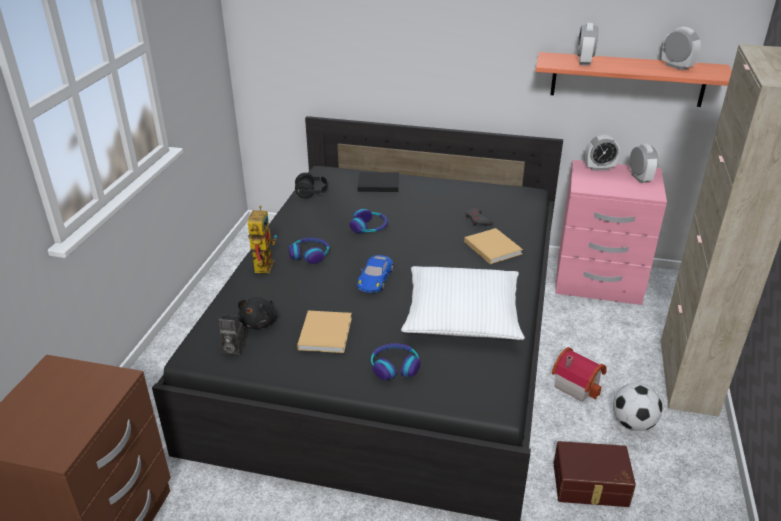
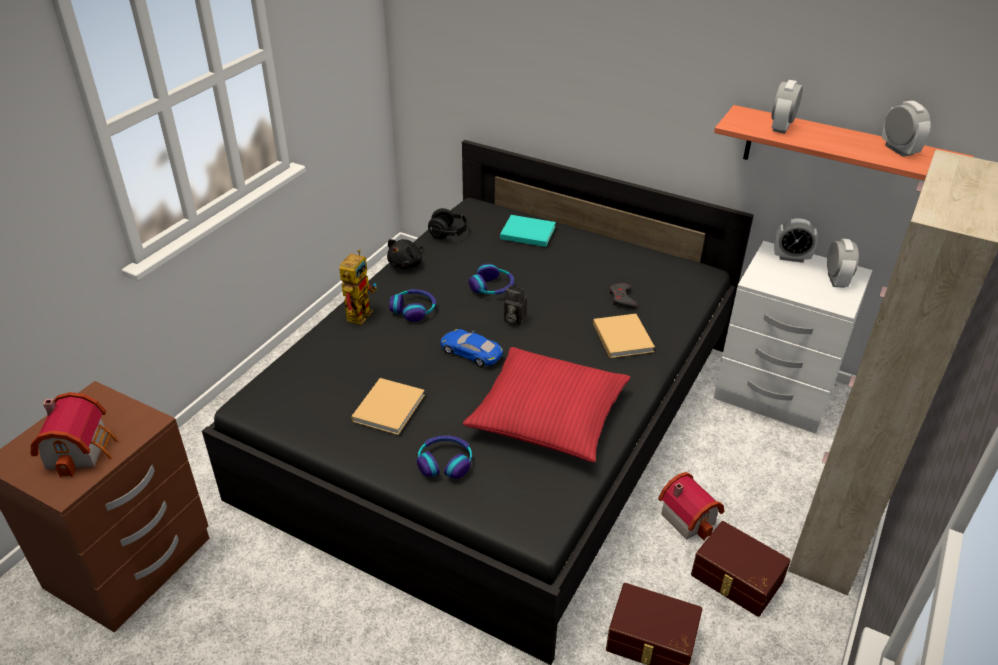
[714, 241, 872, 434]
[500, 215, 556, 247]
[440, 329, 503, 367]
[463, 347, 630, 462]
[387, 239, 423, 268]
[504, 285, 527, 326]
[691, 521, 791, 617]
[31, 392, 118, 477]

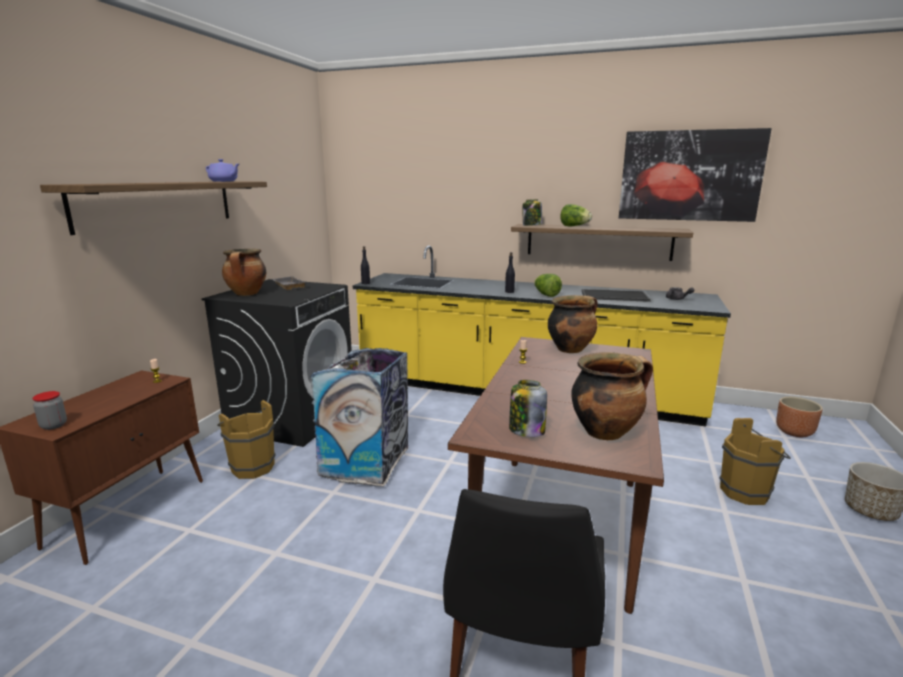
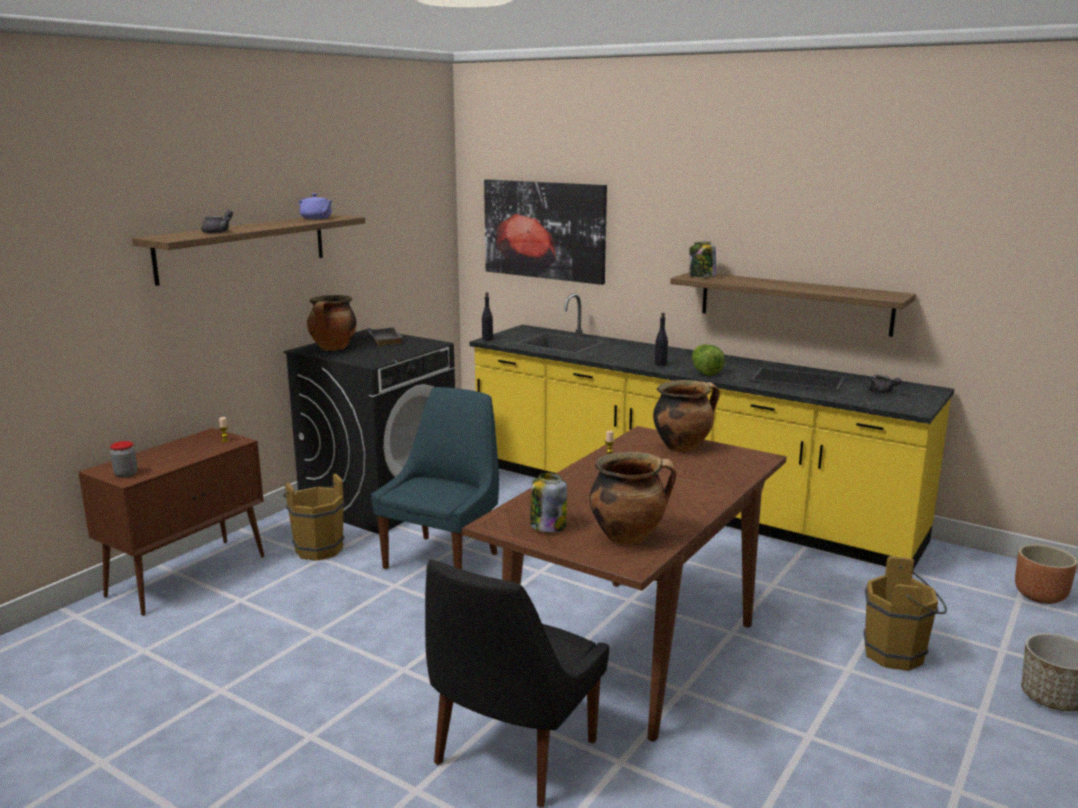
[484, 179, 607, 285]
[561, 204, 592, 227] (first image)
[371, 387, 499, 569]
[201, 210, 233, 233]

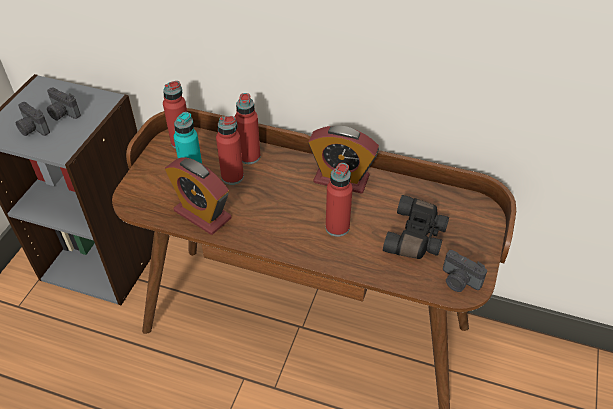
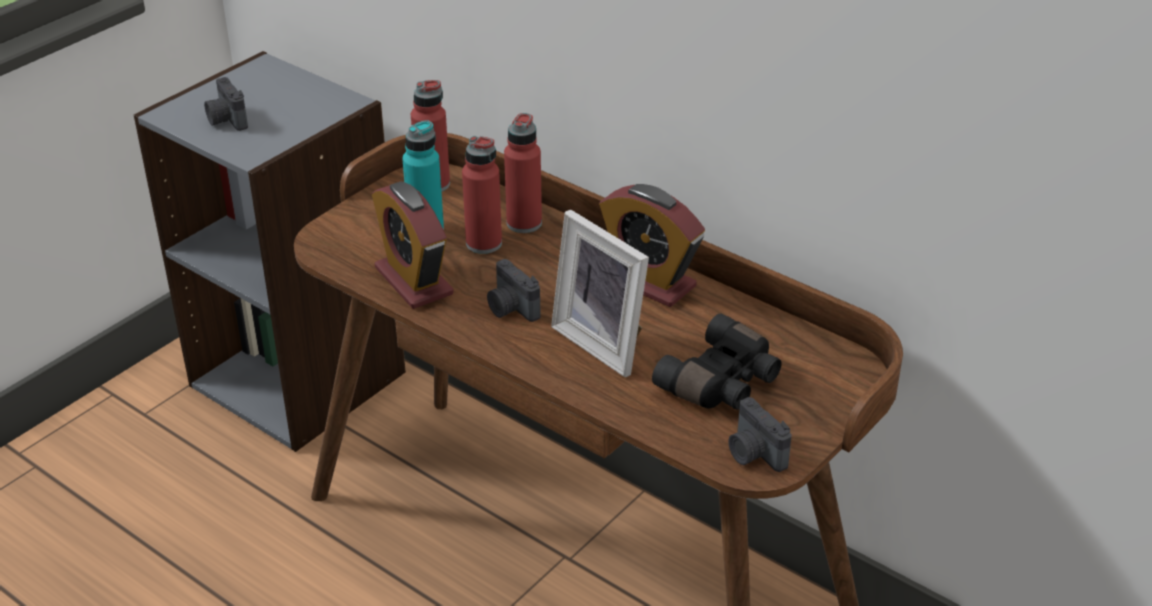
[487, 259, 541, 322]
[551, 210, 649, 377]

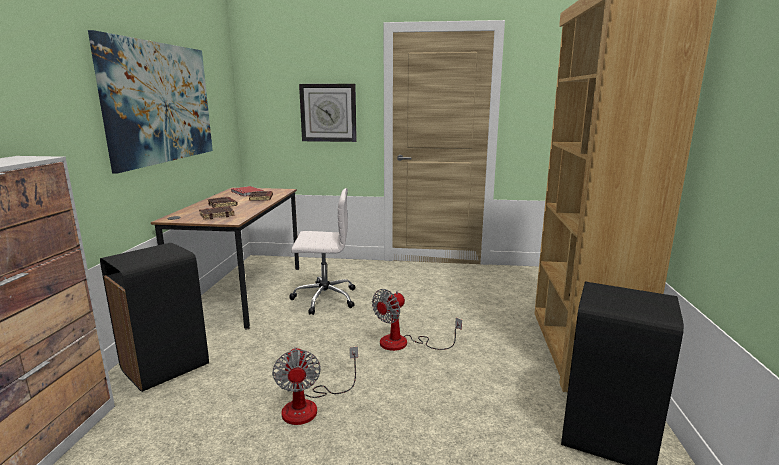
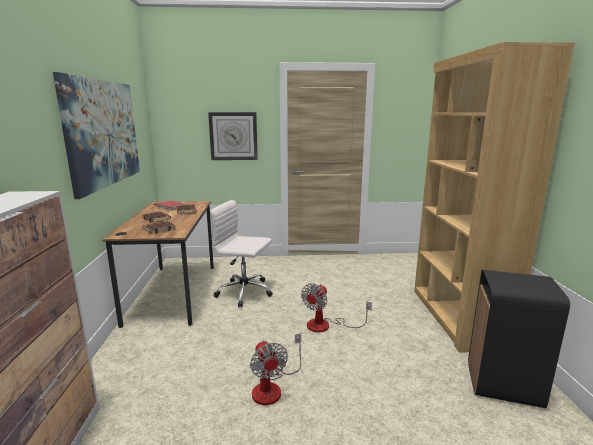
[210, 200, 273, 307]
[100, 243, 209, 392] (first image)

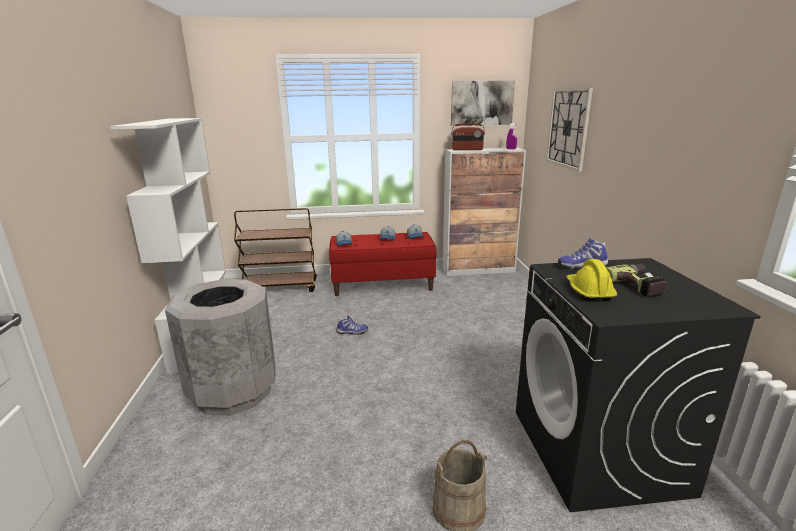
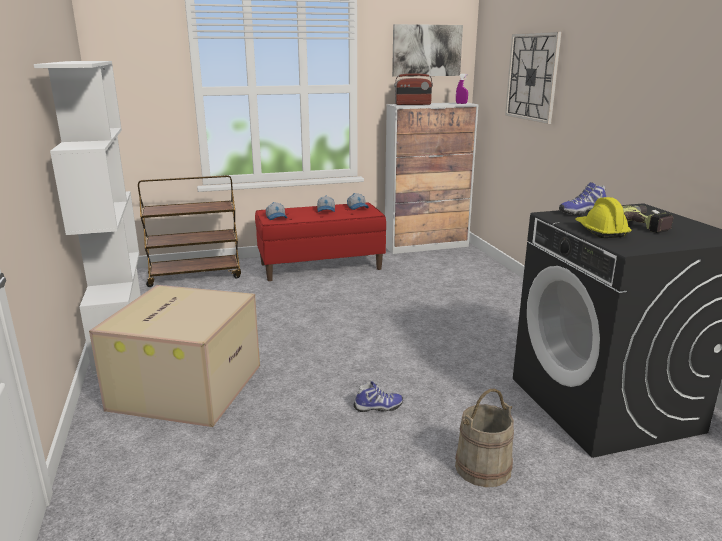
[89, 285, 260, 427]
[354, 381, 403, 412]

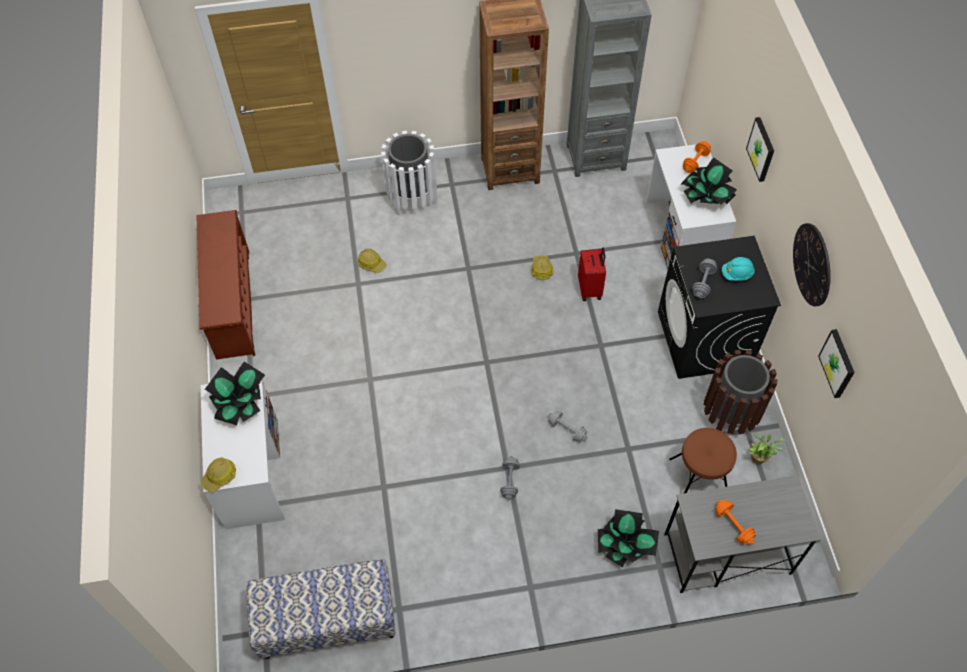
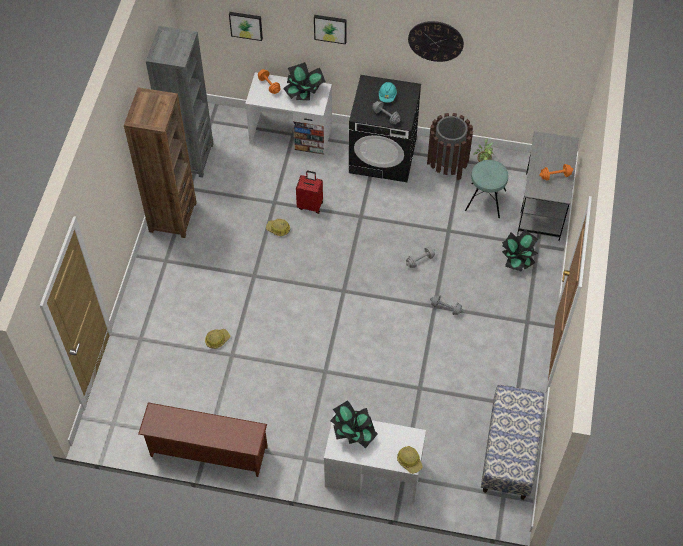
[381, 131, 437, 216] (first image)
[229, 12, 263, 41]
[465, 160, 508, 218]

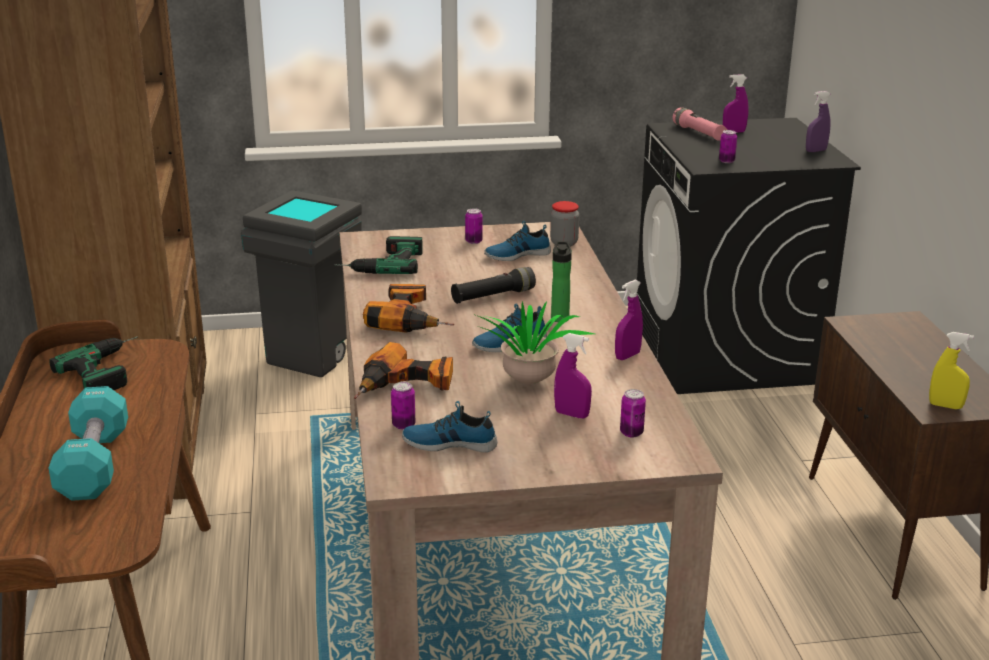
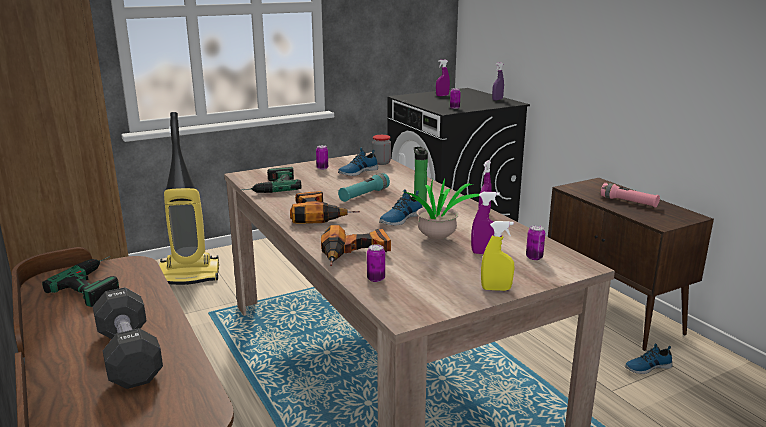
[601, 183, 660, 208]
[159, 112, 219, 285]
[338, 173, 390, 202]
[481, 221, 515, 291]
[93, 287, 163, 389]
[625, 343, 672, 374]

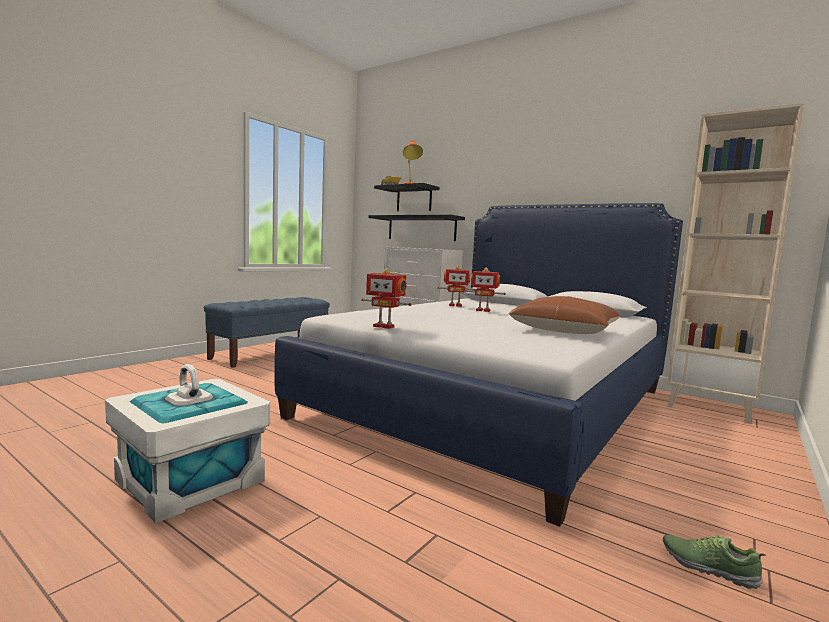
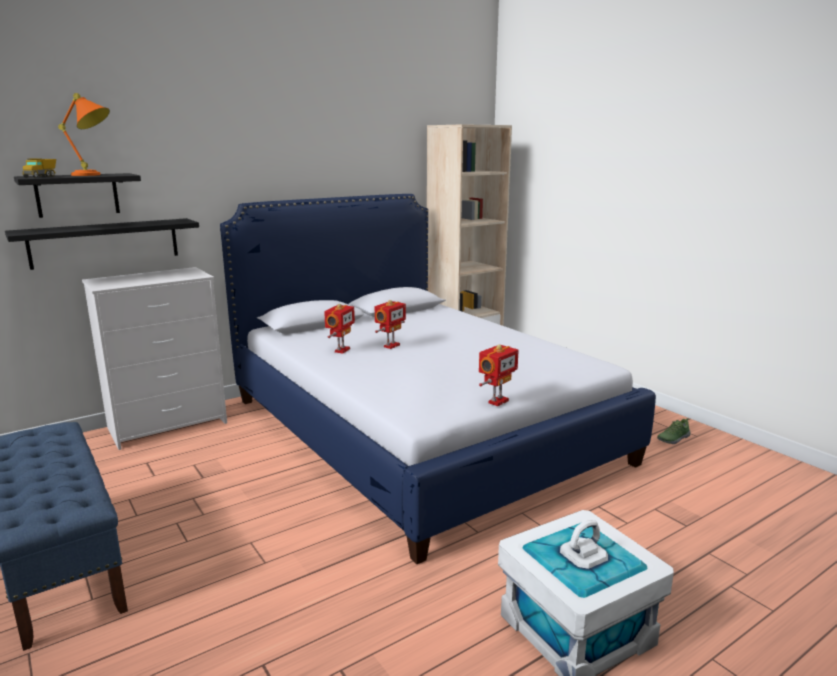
[509, 296, 620, 334] (first image)

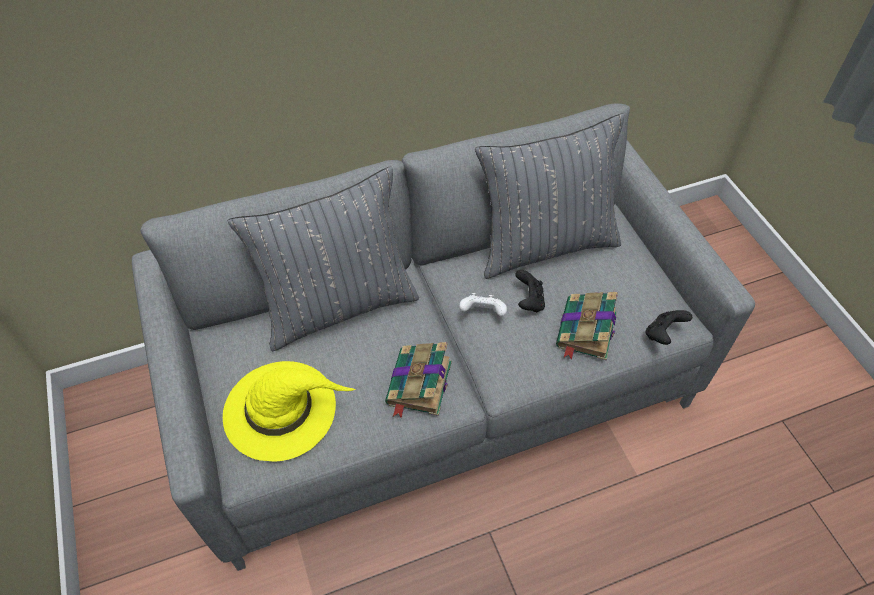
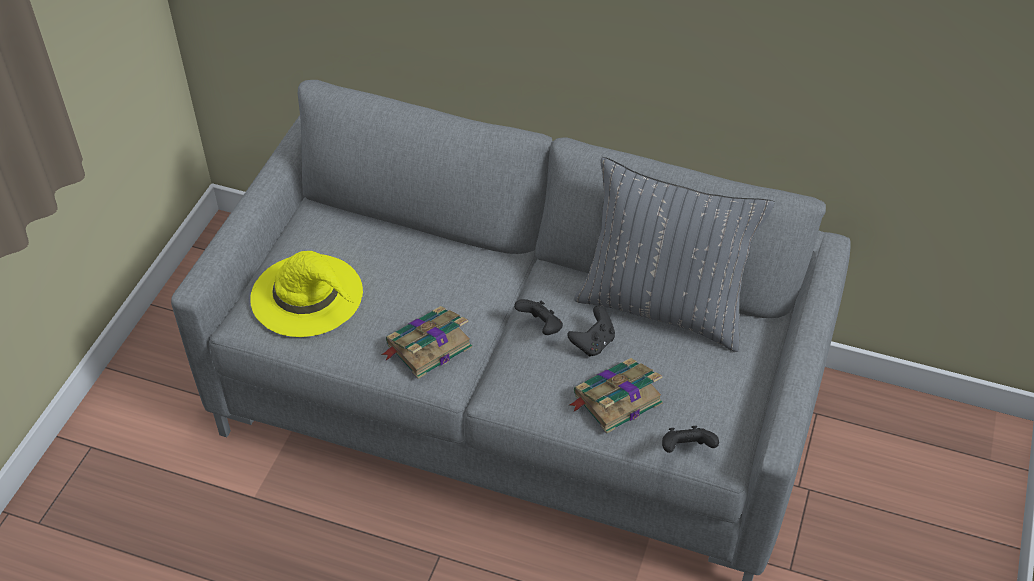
[228, 166, 419, 351] (first image)
[514, 299, 563, 335]

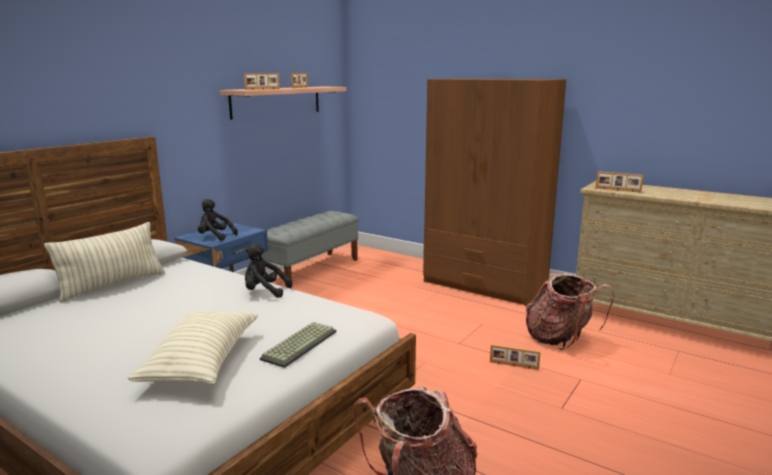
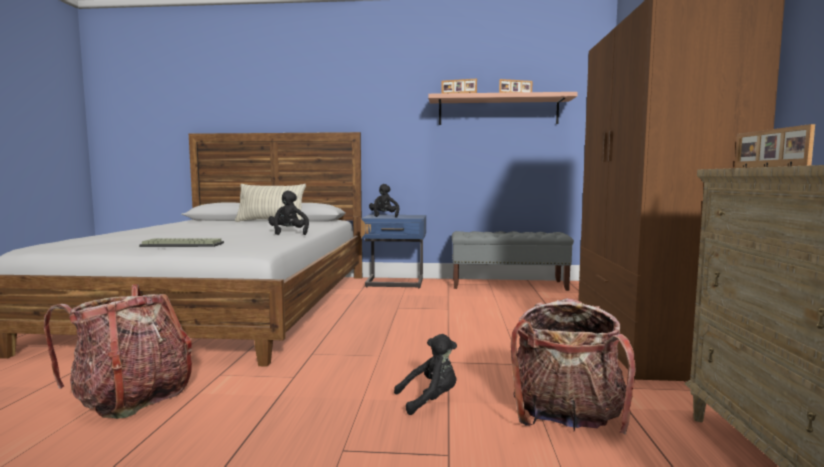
[128, 311, 258, 385] (first image)
[394, 334, 457, 415]

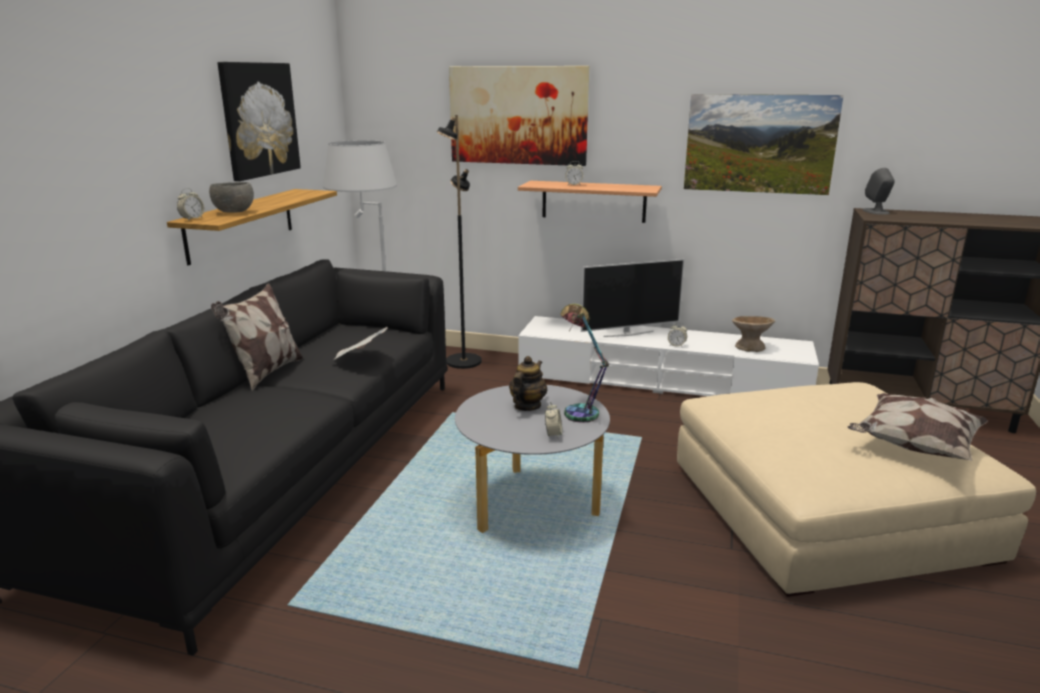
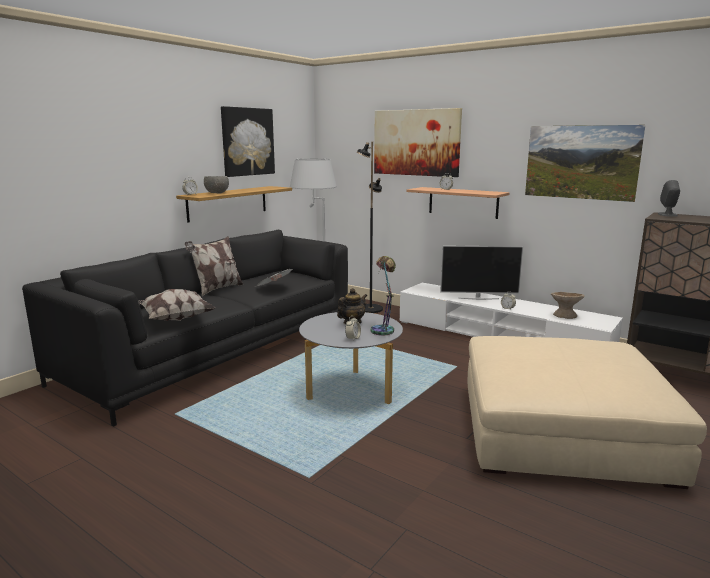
[138, 289, 215, 321]

